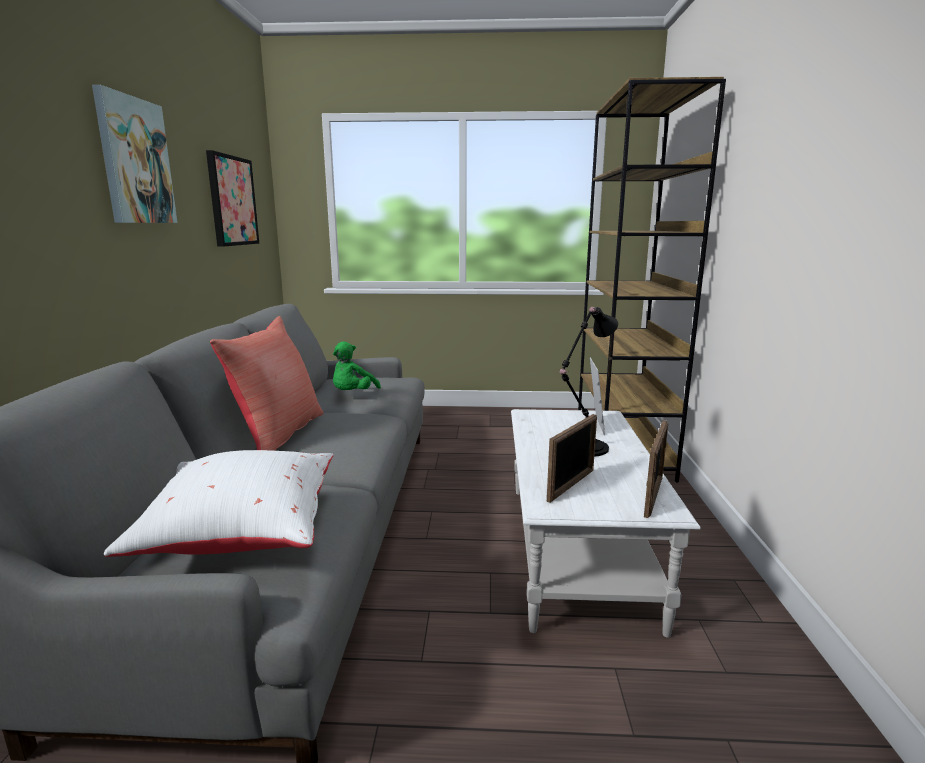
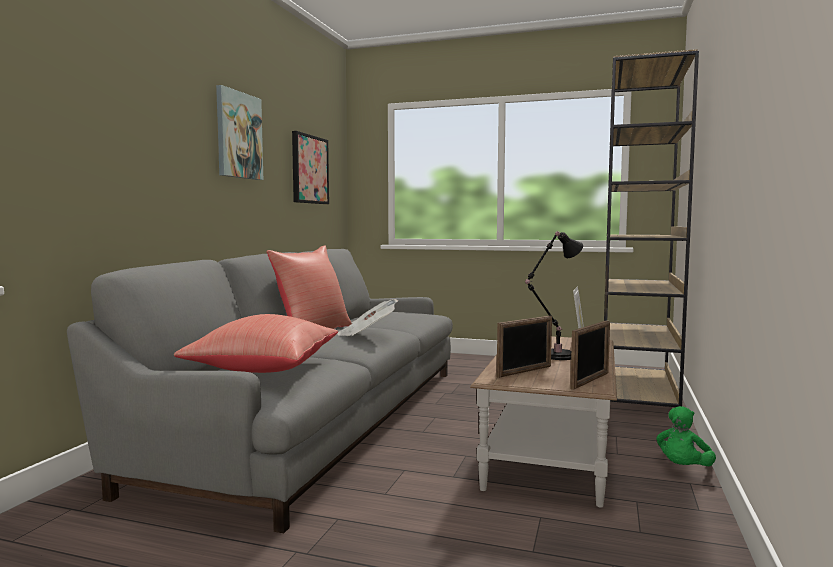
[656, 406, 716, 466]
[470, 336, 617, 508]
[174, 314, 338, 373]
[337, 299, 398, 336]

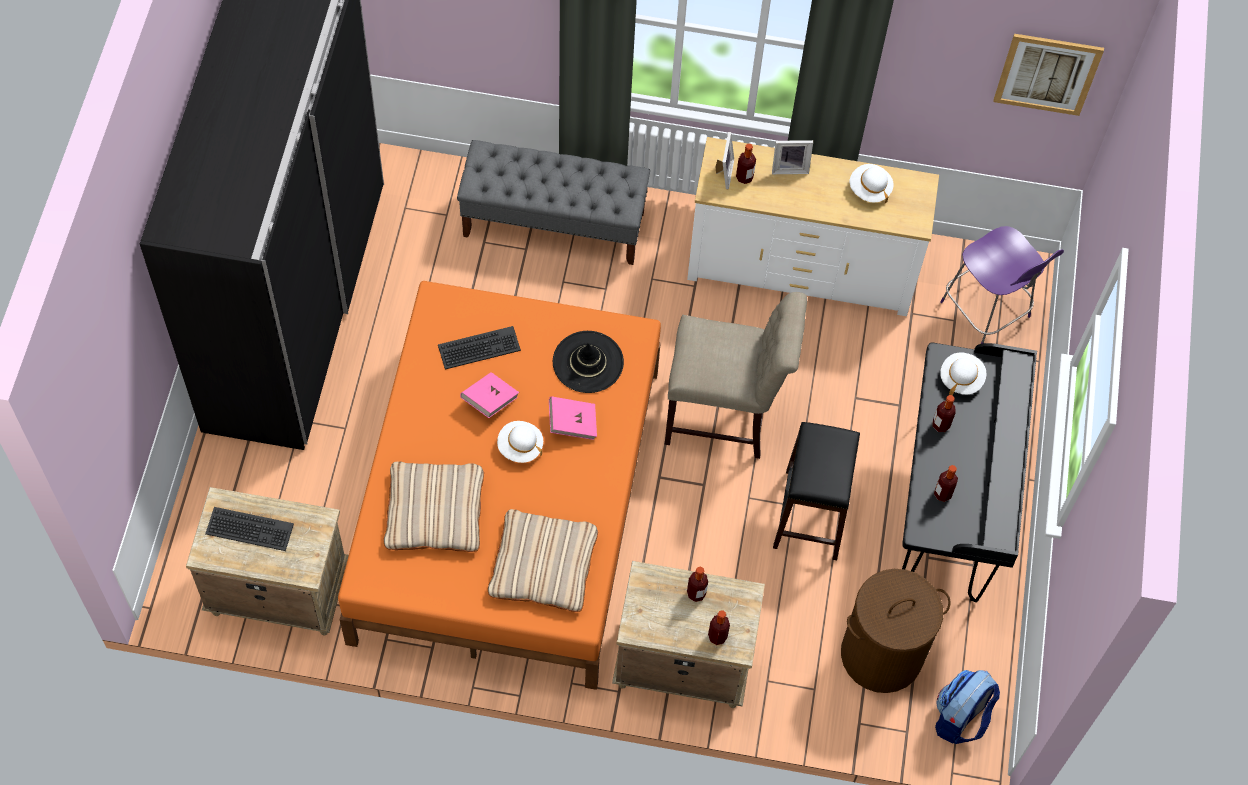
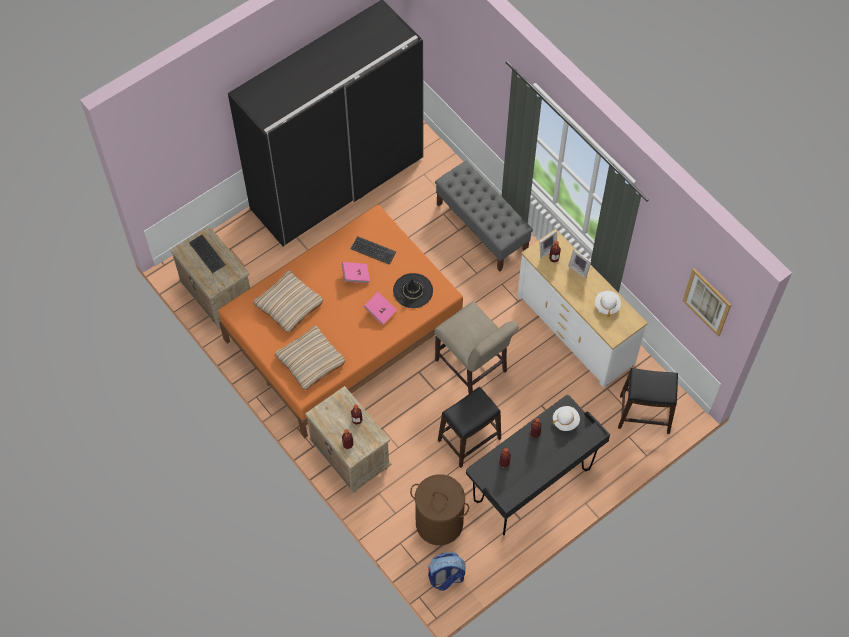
[618, 368, 678, 434]
[497, 421, 543, 463] (first image)

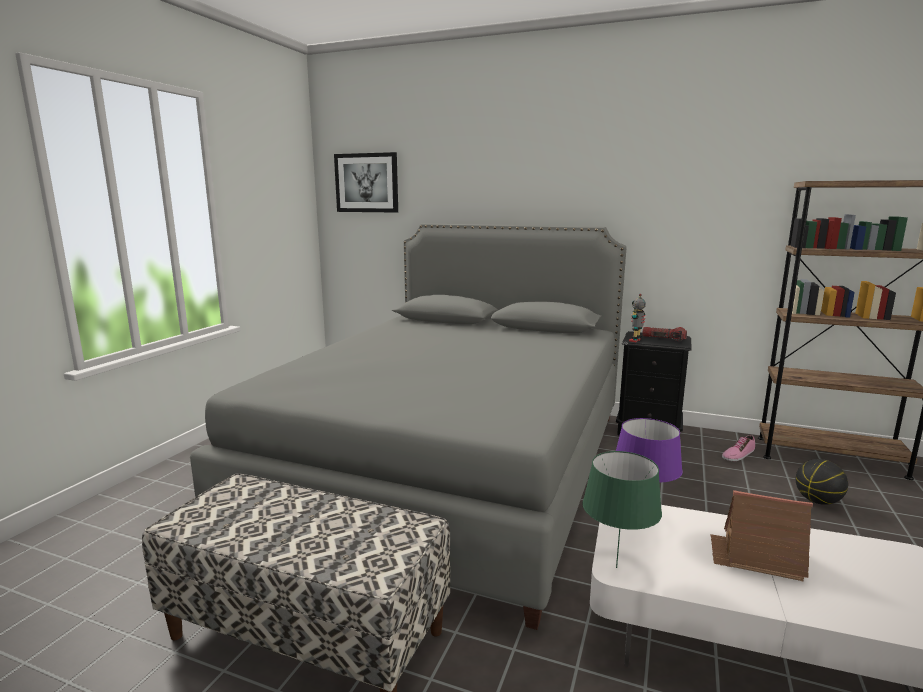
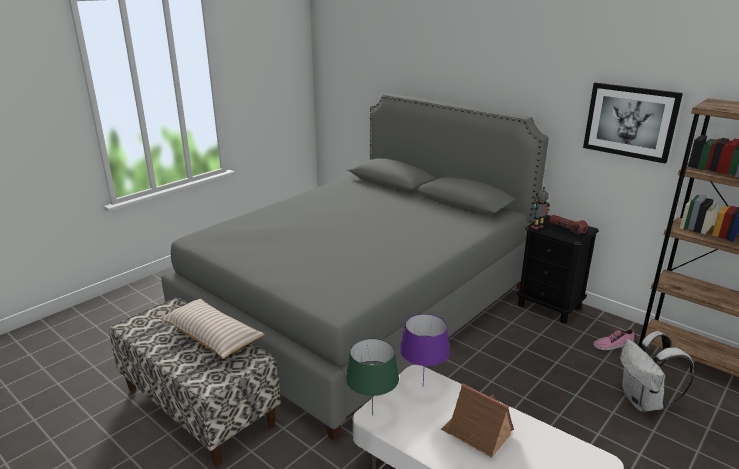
[583, 83, 683, 164]
[620, 331, 694, 412]
[159, 299, 265, 359]

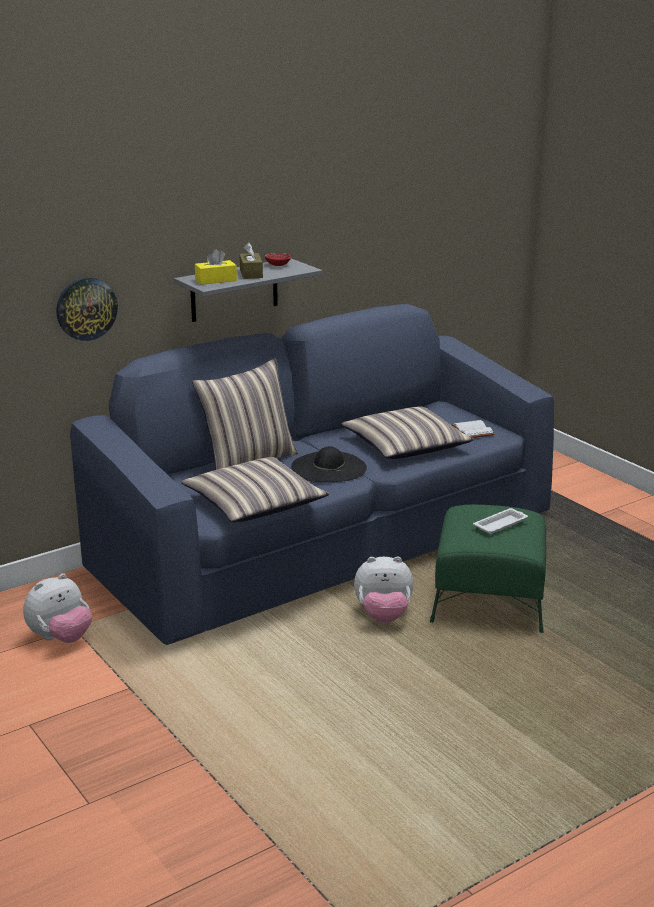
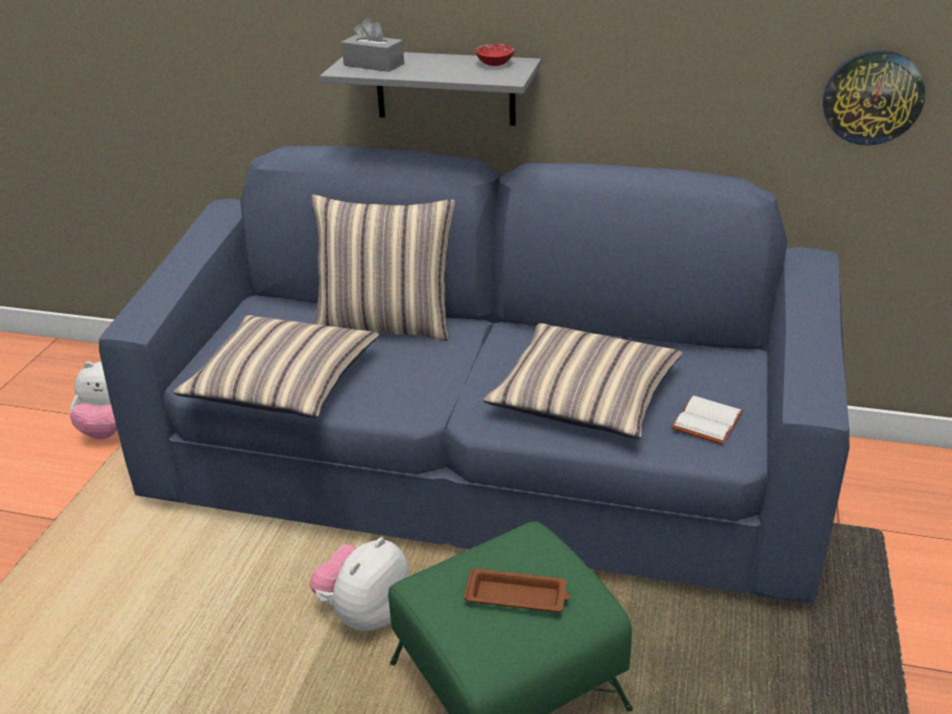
[239, 242, 263, 279] (first image)
[341, 17, 404, 72]
[823, 50, 926, 145]
[291, 446, 367, 482] (first image)
[464, 568, 570, 612]
[309, 537, 410, 631]

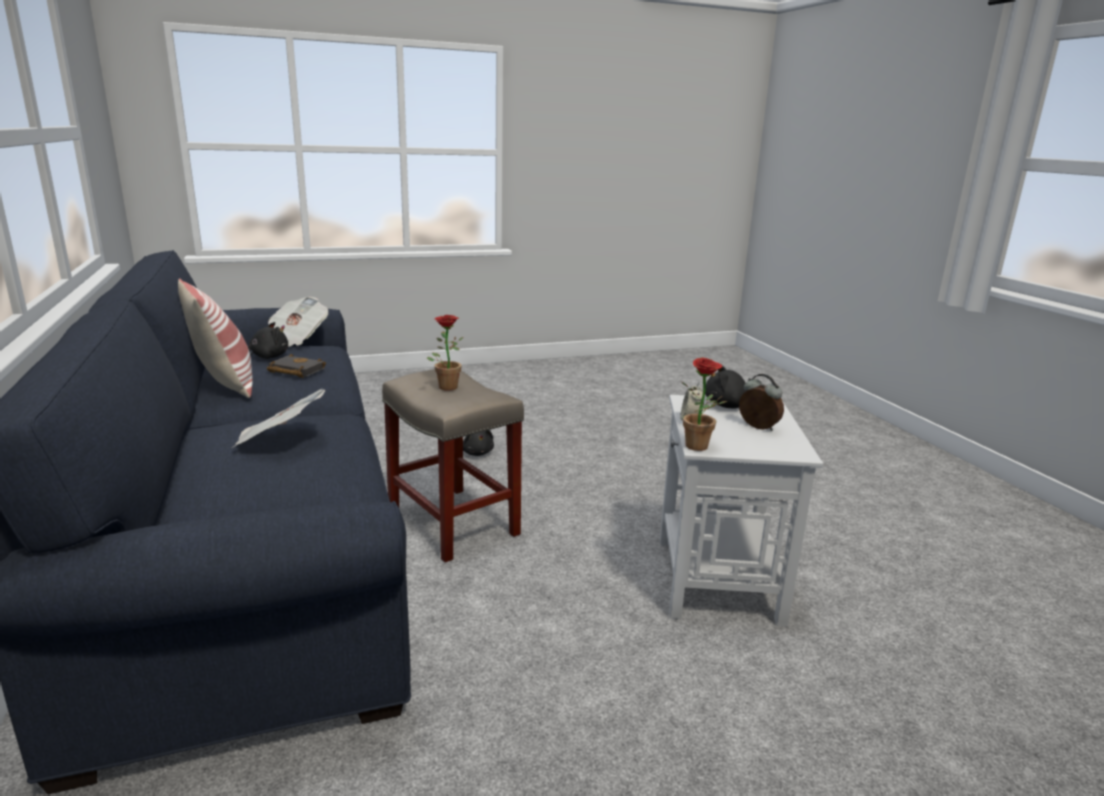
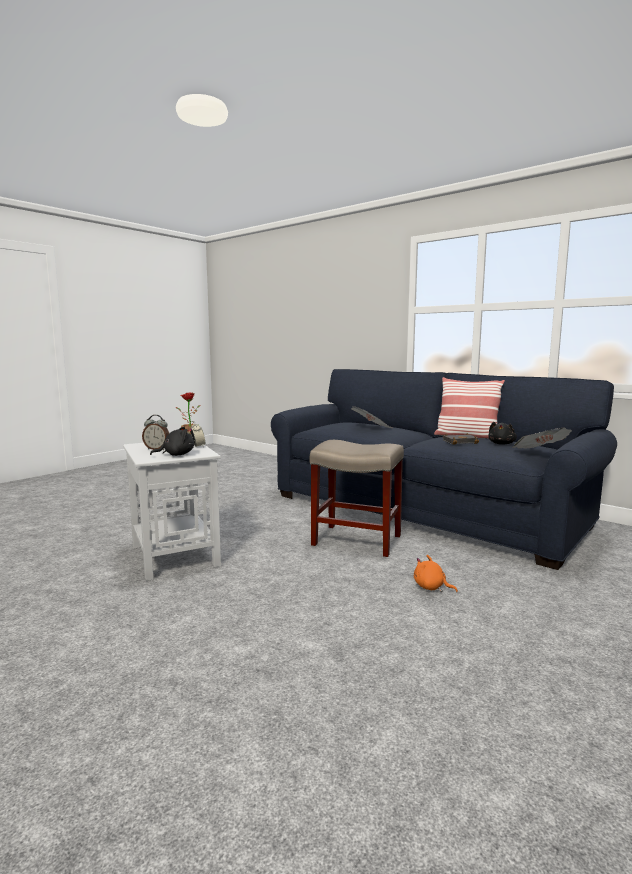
[427, 315, 464, 391] (first image)
[414, 555, 458, 592]

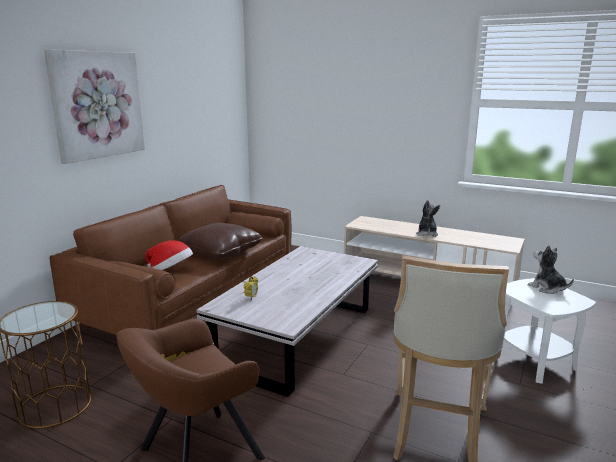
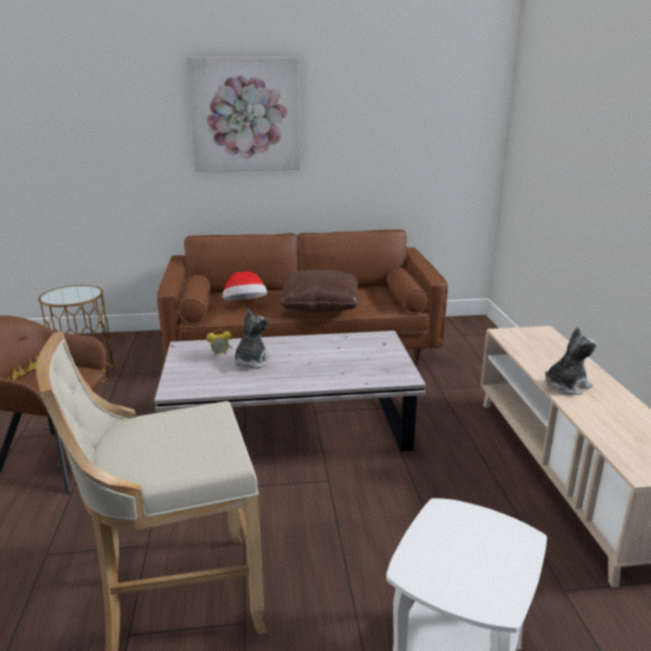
[234, 309, 270, 369]

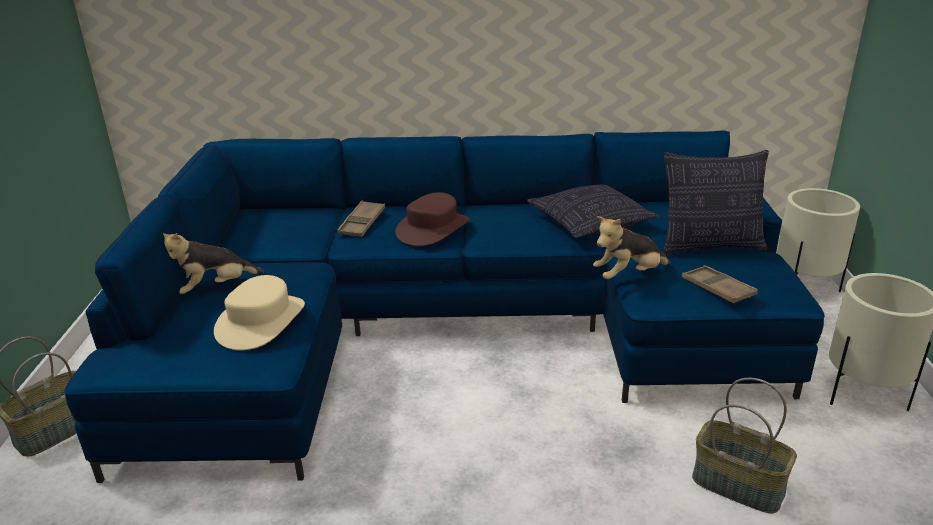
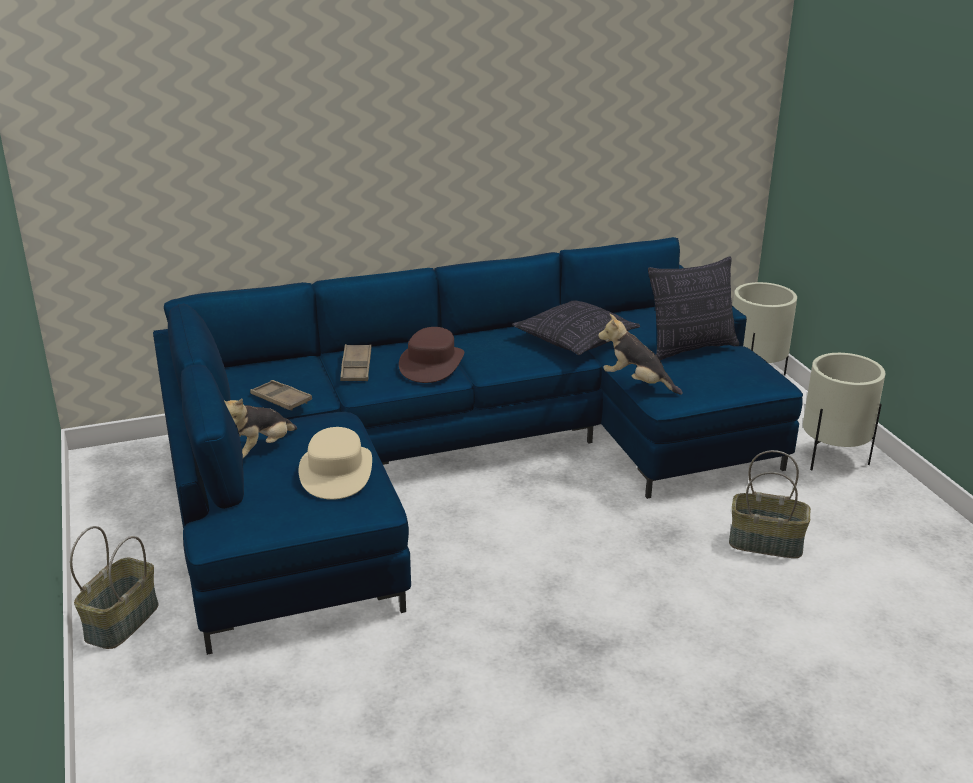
[598, 314, 683, 395]
[250, 380, 312, 411]

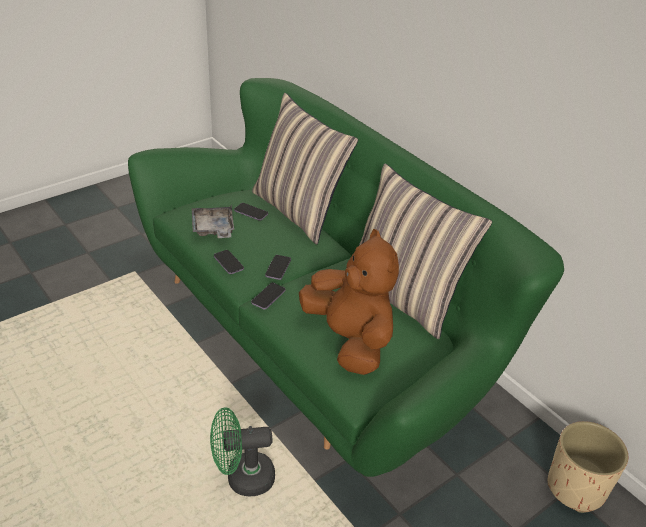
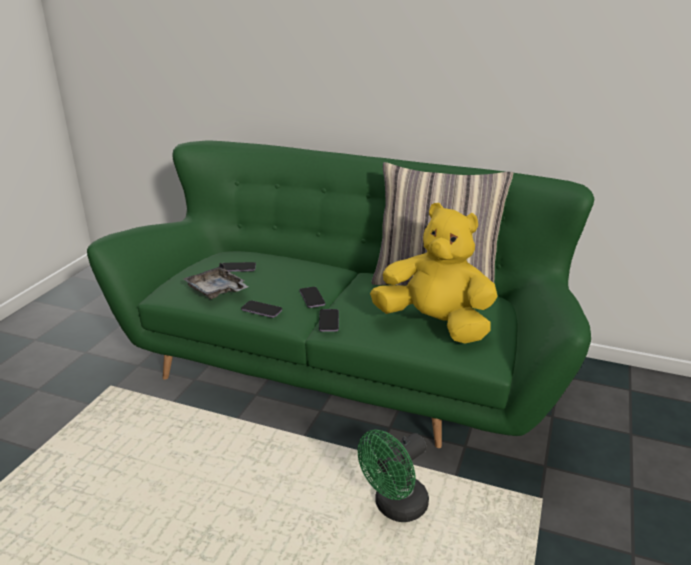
[252, 93, 358, 244] (first image)
[370, 203, 498, 344]
[548, 421, 628, 513] (first image)

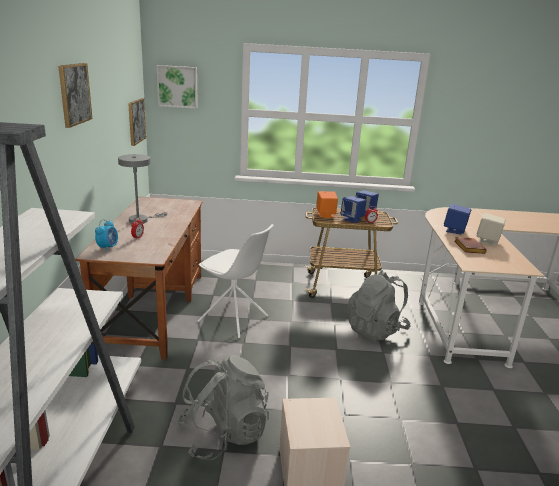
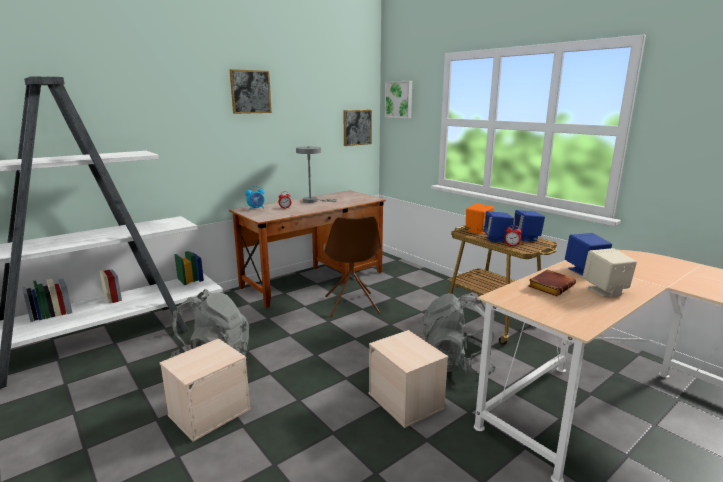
[323, 215, 381, 317]
[369, 330, 448, 428]

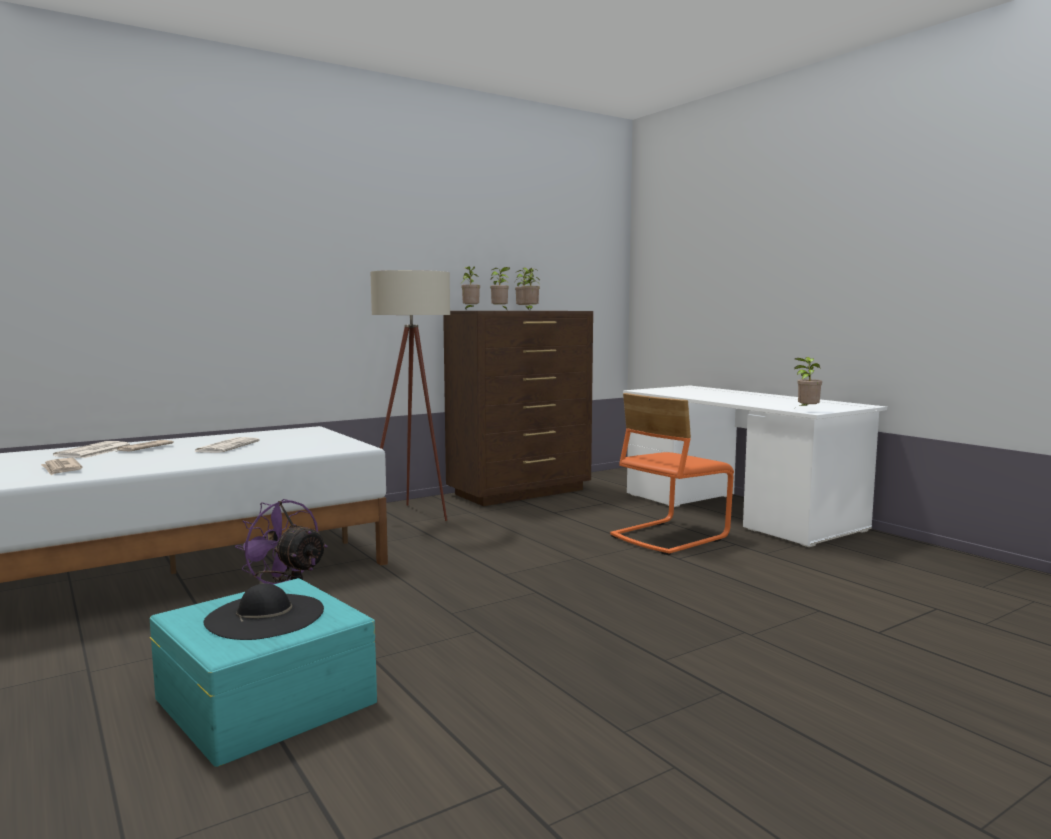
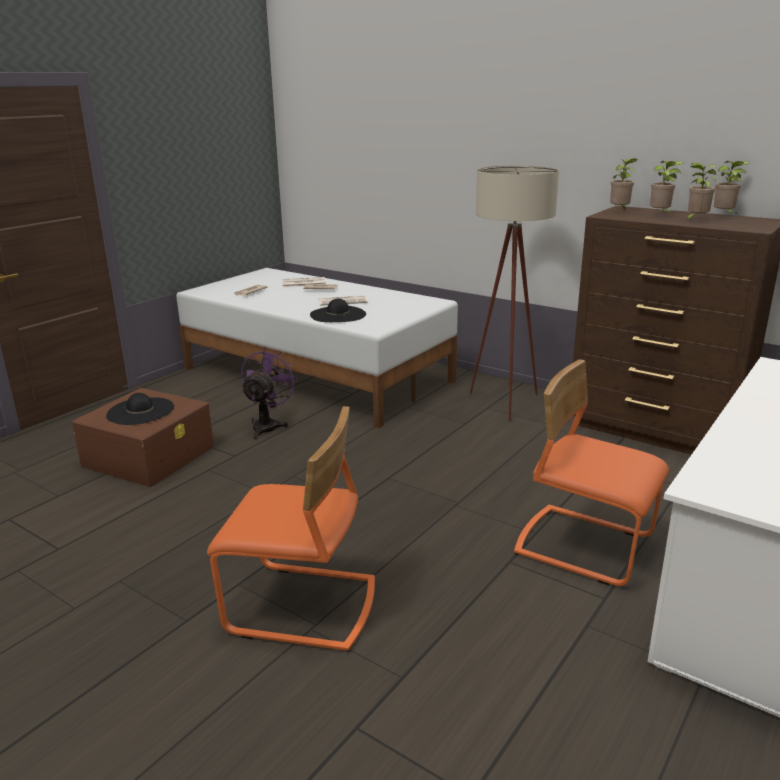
[794, 357, 822, 408] (first image)
[72, 388, 214, 487]
[310, 298, 366, 322]
[207, 406, 375, 652]

